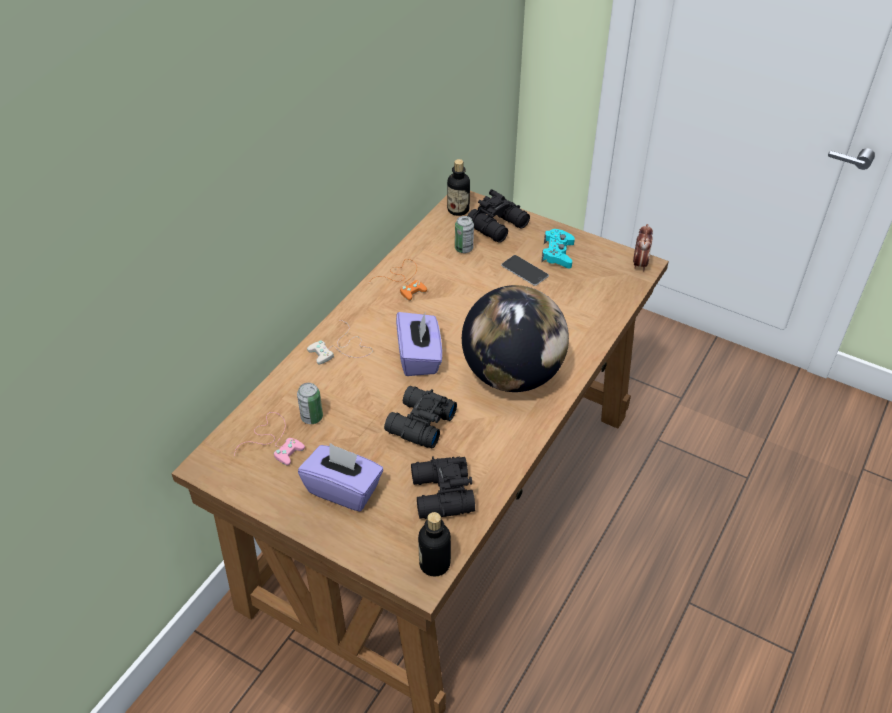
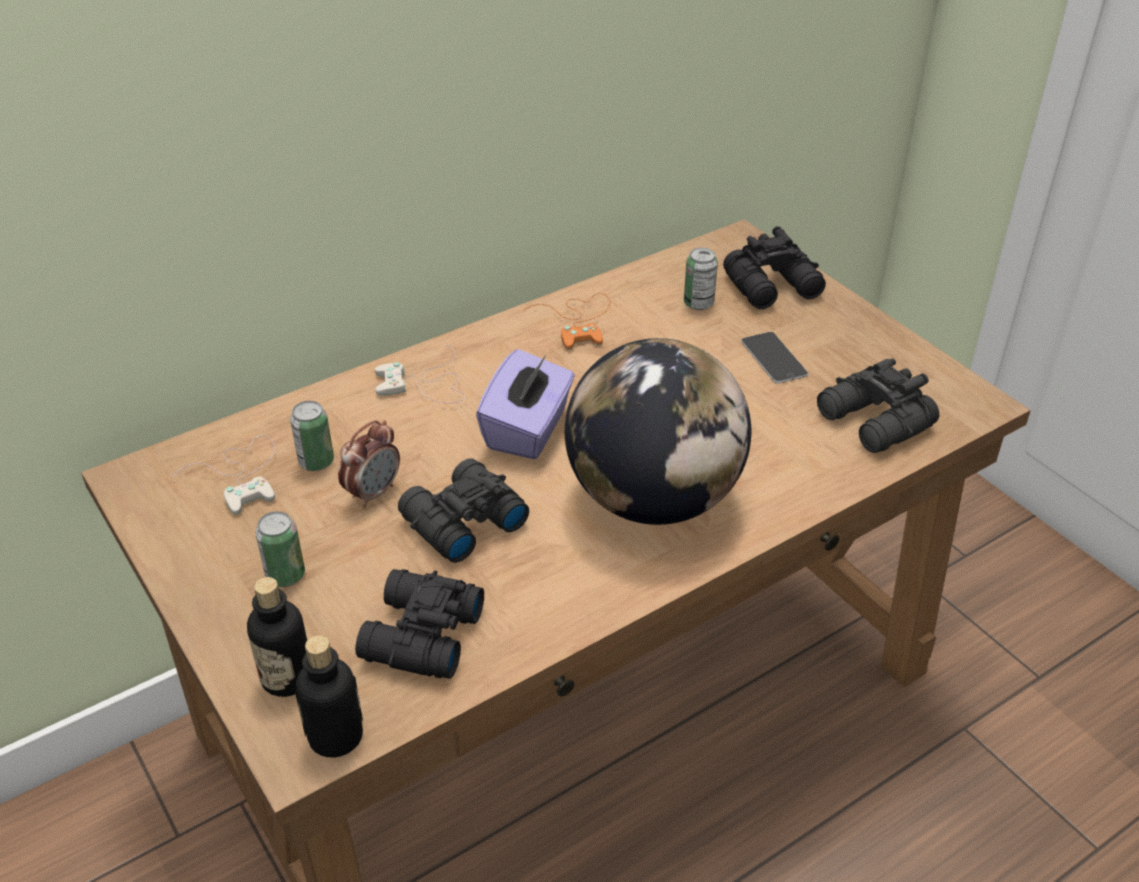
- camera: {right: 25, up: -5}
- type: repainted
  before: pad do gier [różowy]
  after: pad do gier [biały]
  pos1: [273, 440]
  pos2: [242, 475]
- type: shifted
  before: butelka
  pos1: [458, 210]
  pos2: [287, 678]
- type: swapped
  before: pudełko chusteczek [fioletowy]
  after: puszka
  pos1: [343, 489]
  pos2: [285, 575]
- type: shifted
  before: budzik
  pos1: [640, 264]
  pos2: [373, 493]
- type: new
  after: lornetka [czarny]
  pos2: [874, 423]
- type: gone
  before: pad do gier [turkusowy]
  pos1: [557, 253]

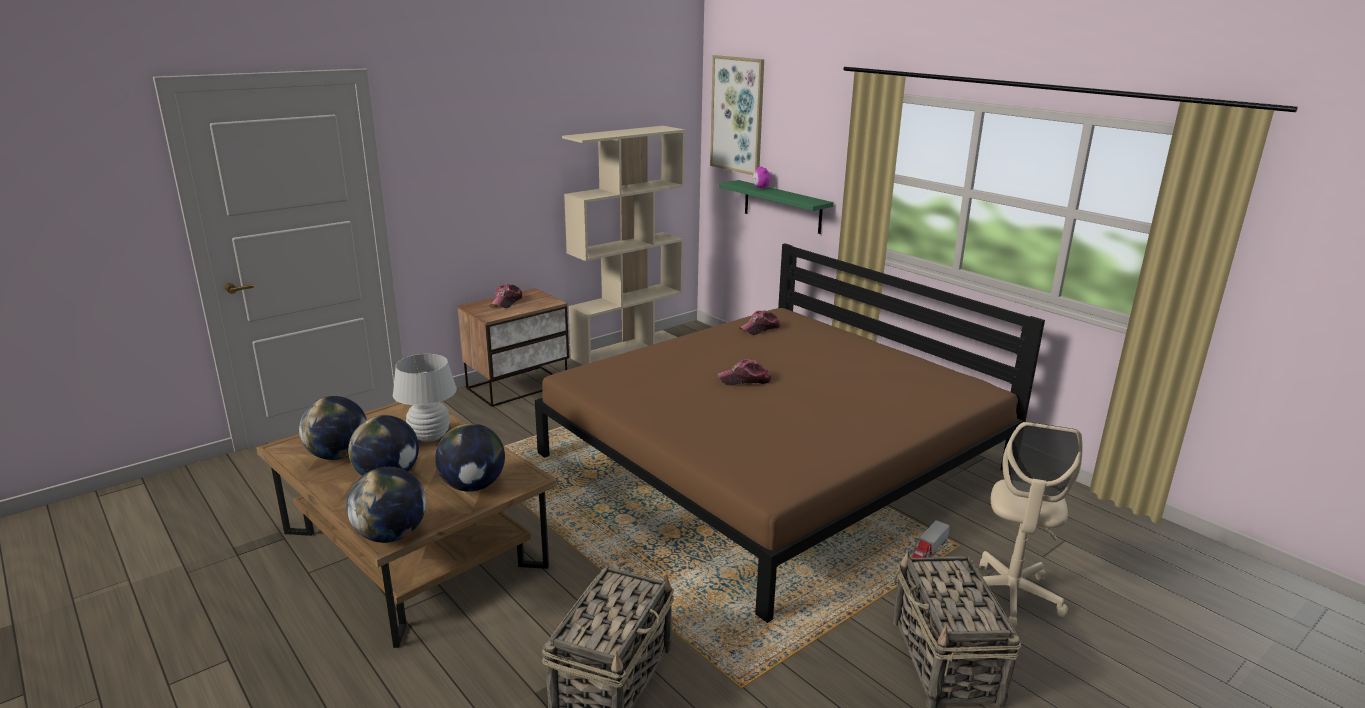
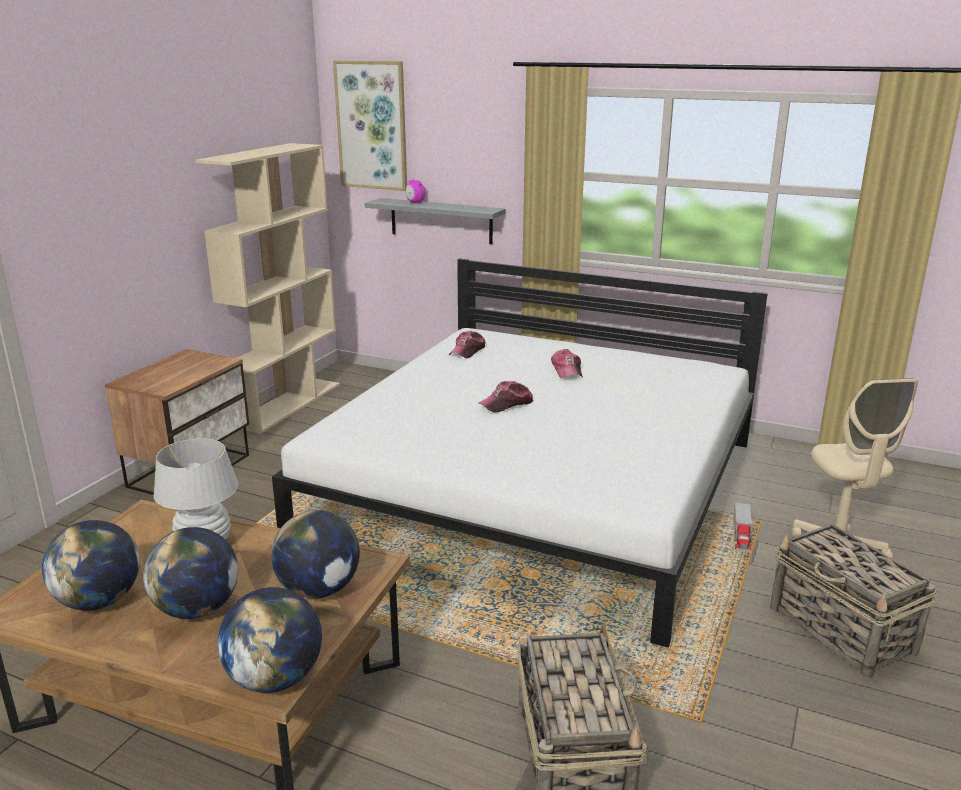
- camera: {right: -25, up: 0}
- type: repainted
  before: łóżko [brązowy]
  after: łóżko [biały]
  pos1: [774, 463]
  pos2: [538, 487]
- type: repainted
  before: półka [zielony]
  after: półka [szary]
  pos1: [782, 206]
  pos2: [441, 221]
- type: shifted
  before: czapka z daszkiem
  pos1: [506, 302]
  pos2: [567, 370]

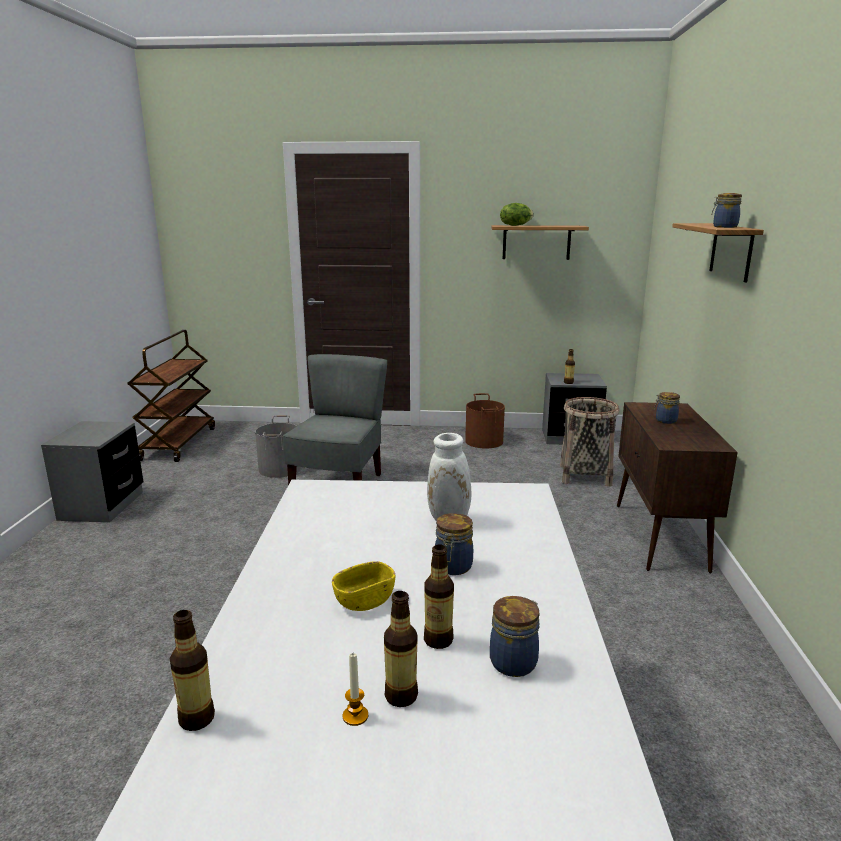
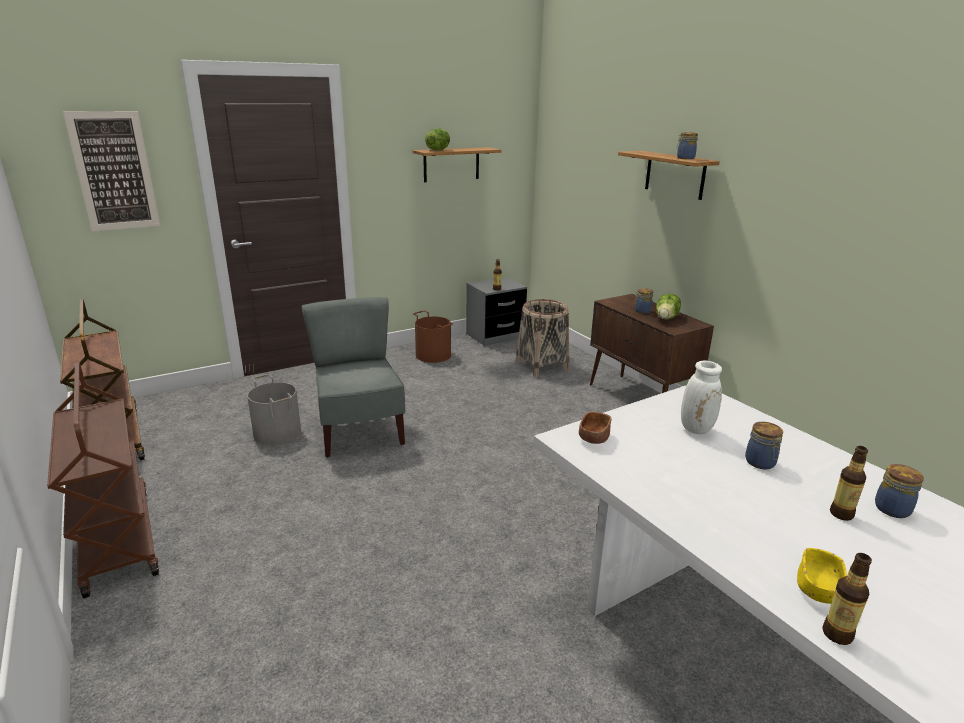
- camera: {right: -35, up: 5}
- type: swapped
  before: szafka nocna [szary]
  after: wózek [brązowy]
  pos1: [102, 506]
  pos2: [117, 539]
- type: new
  after: obraz
  pos2: [114, 171]
- type: new
  after: miska [brązowy]
  pos2: [594, 437]
- type: new
  after: sałata
  pos2: [666, 318]
- type: shifted
  before: miska [żółty]
  pos1: [364, 601]
  pos2: [818, 589]
- type: gone
  before: świeca
  pos1: [355, 716]
- type: gone
  before: butelka
  pos1: [401, 696]

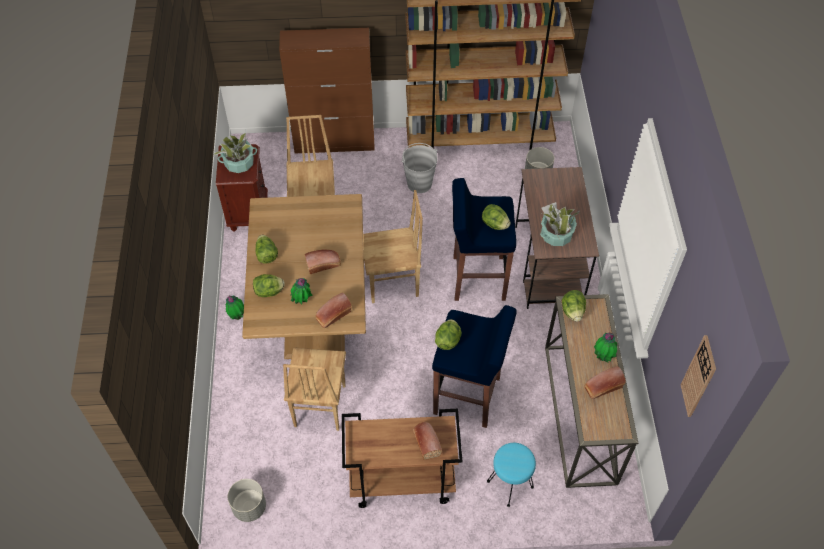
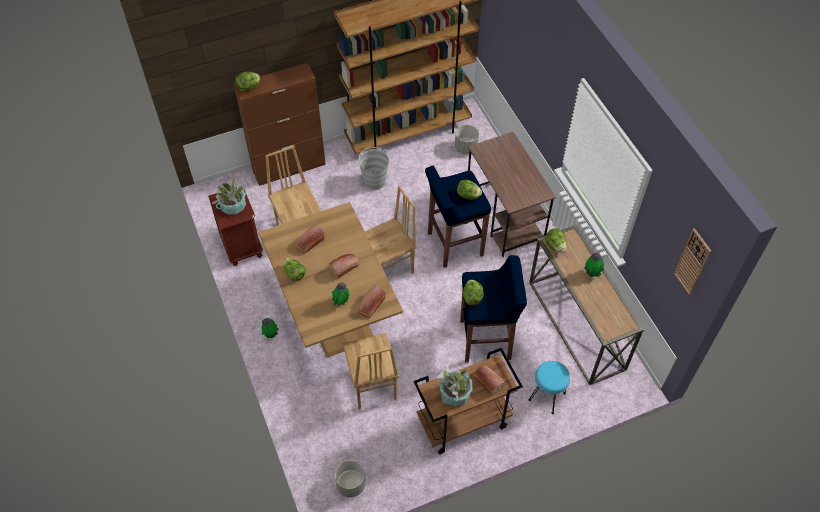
- camera: {right: -20, up: 0}
- type: shifted
  before: sałata
  pos1: [269, 292]
  pos2: [249, 87]
- type: shifted
  before: chleb
  pos1: [602, 387]
  pos2: [309, 243]
- type: shifted
  before: roślina doniczkowa
  pos1: [556, 235]
  pos2: [455, 393]

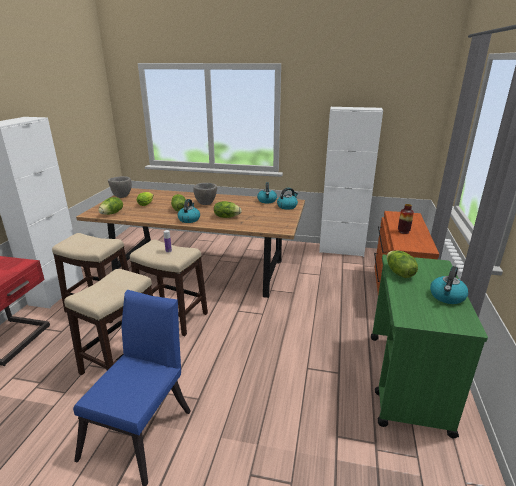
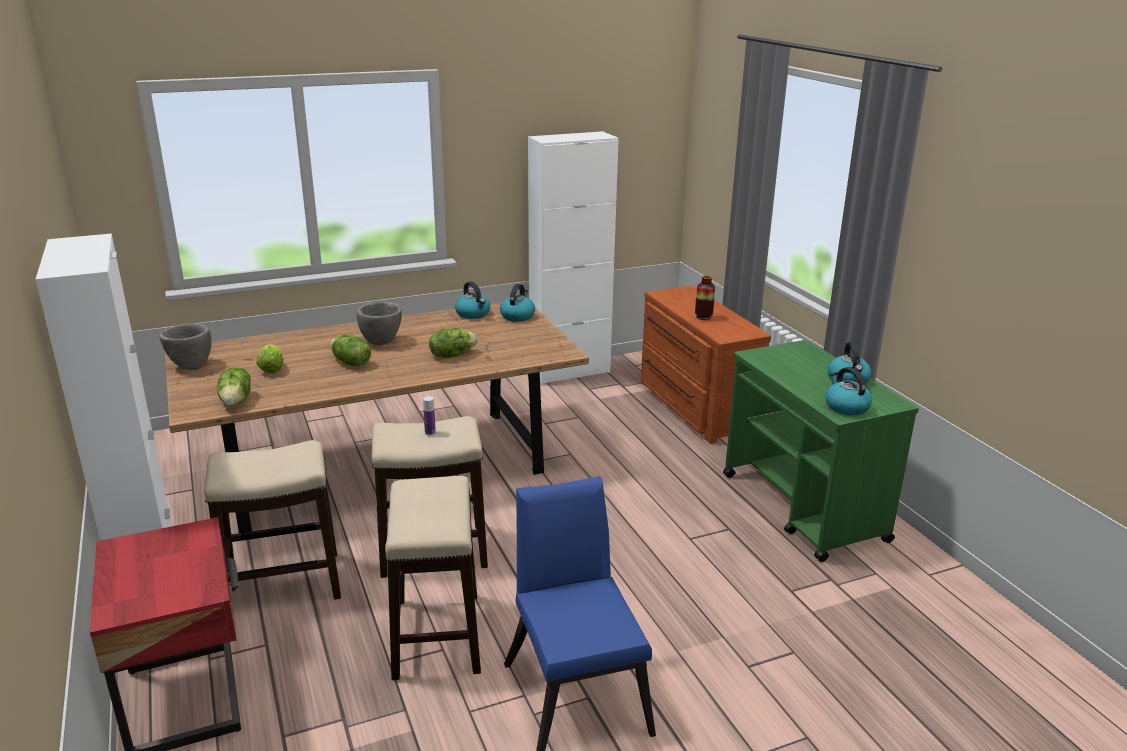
- camera: {right: -35, up: 0}
- type: shifted
  before: czajnik
  pos1: [189, 219]
  pos2: [846, 407]
- type: gone
  before: sałata
  pos1: [399, 273]

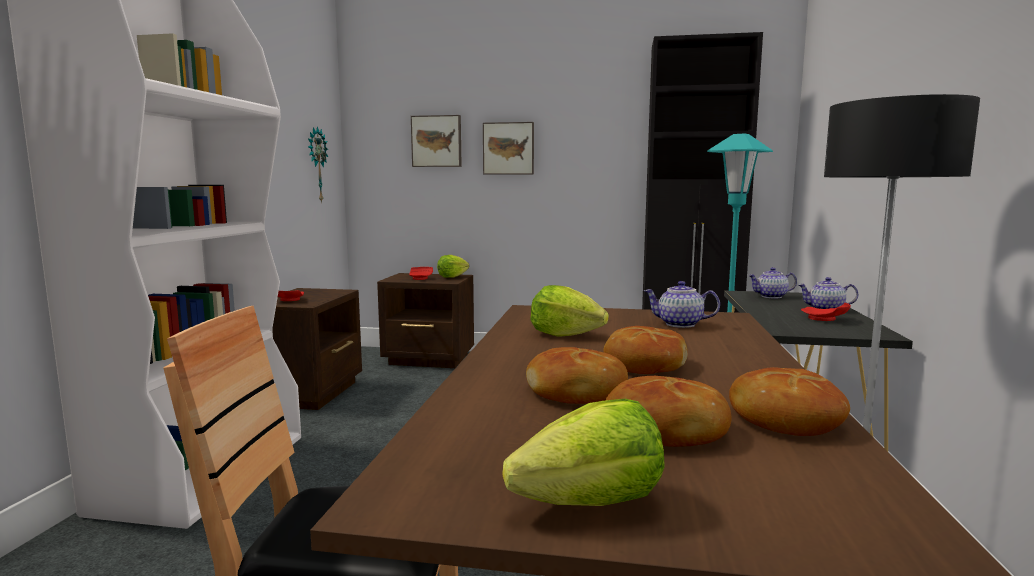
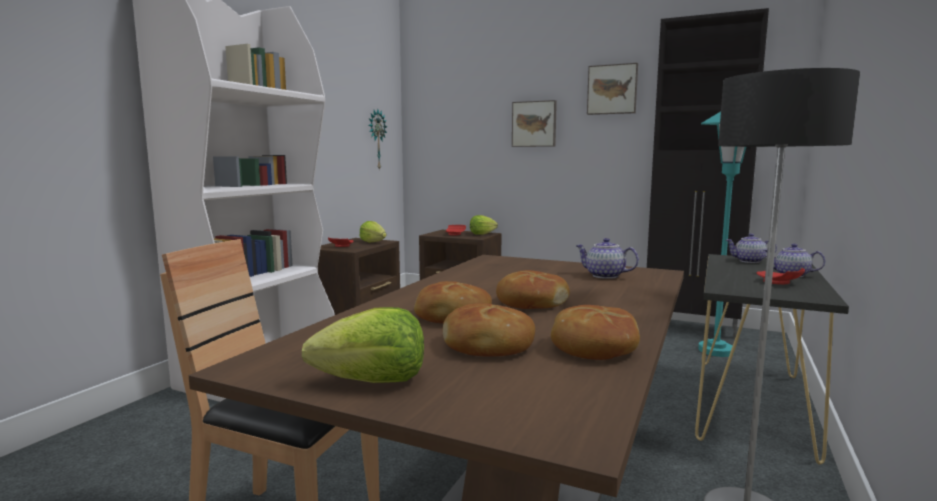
- camera: {right: 15, up: 0}
- type: shifted
  before: sałata
  pos1: [565, 334]
  pos2: [373, 242]
- type: shifted
  before: obraz
  pos1: [437, 141]
  pos2: [612, 89]

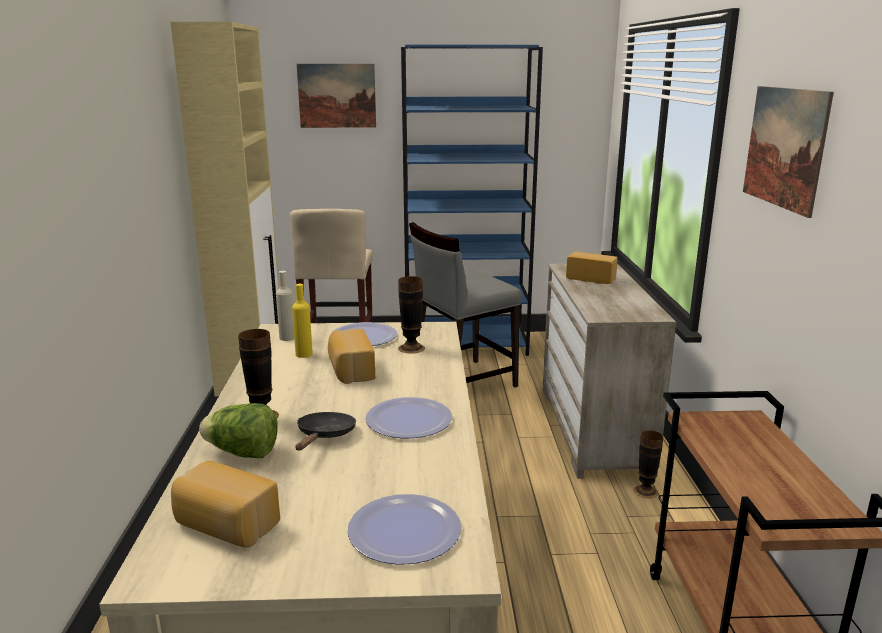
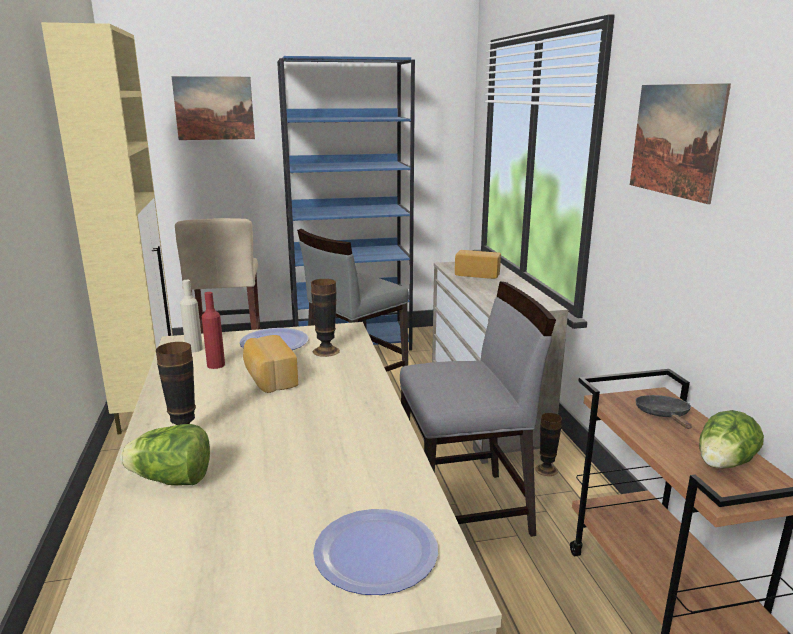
- camera: {right: -10, up: 0}
- type: repainted
  before: butelka [żółty]
  after: butelka [czerwony]
  pos1: [304, 354]
  pos2: [216, 365]
- type: new
  after: krzesło [szary]
  pos2: [465, 510]
- type: shifted
  before: patelnia [czarny]
  pos1: [324, 436]
  pos2: [663, 416]
- type: new
  after: sałata
  pos2: [723, 464]
- type: gone
  before: chleb
  pos1: [225, 525]
- type: gone
  before: talerz
  pos1: [408, 420]

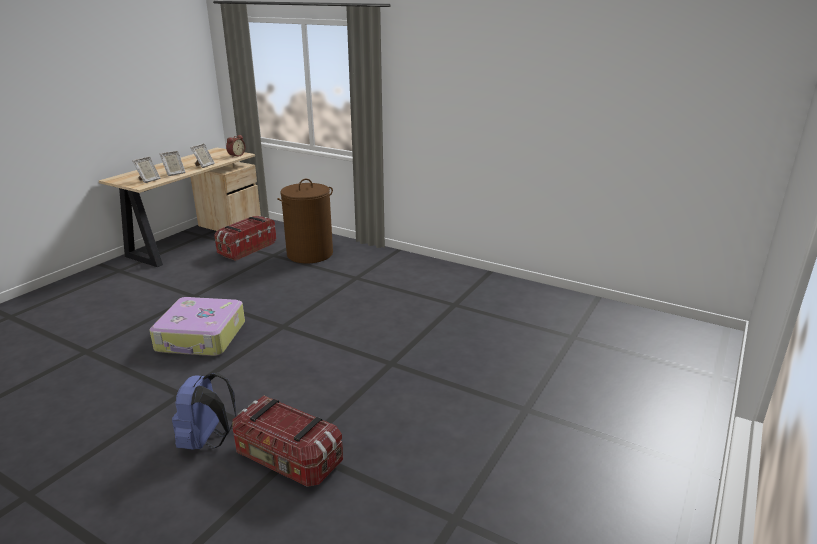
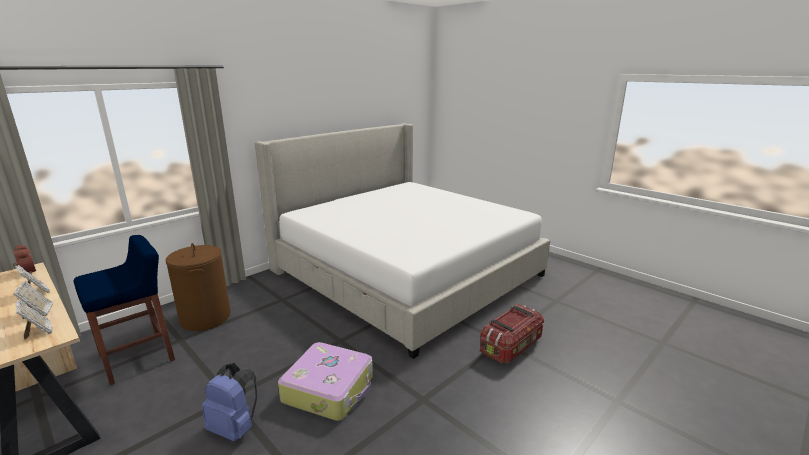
- camera: {right: -75, up: -5}
- type: swapped
  before: pojemnik do przechowywania
  after: stołek [niebieski]
  pos1: [246, 249]
  pos2: [139, 358]
- type: shifted
  before: plecak [niebieski]
  pos1: [207, 441]
  pos2: [235, 428]
- type: new
  after: łóżko
  pos2: [406, 273]

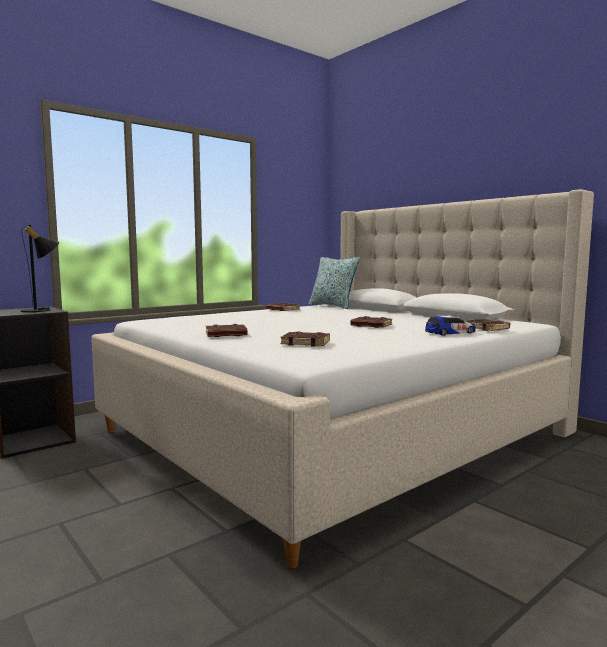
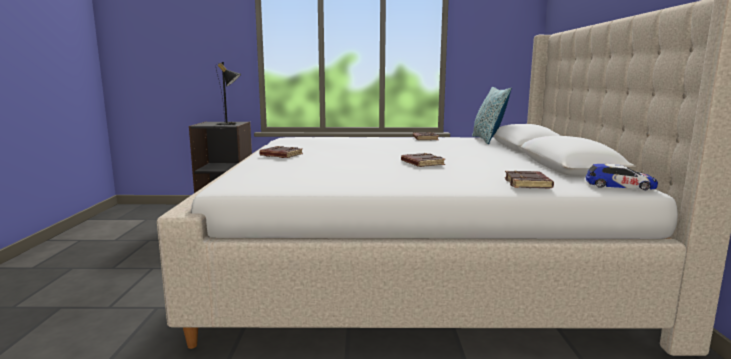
- camera: {right: 40, up: 5}
- type: shifted
  before: samochodzik
  pos1: [450, 332]
  pos2: [620, 185]
- type: gone
  before: książka [brązowy]
  pos1: [306, 343]

